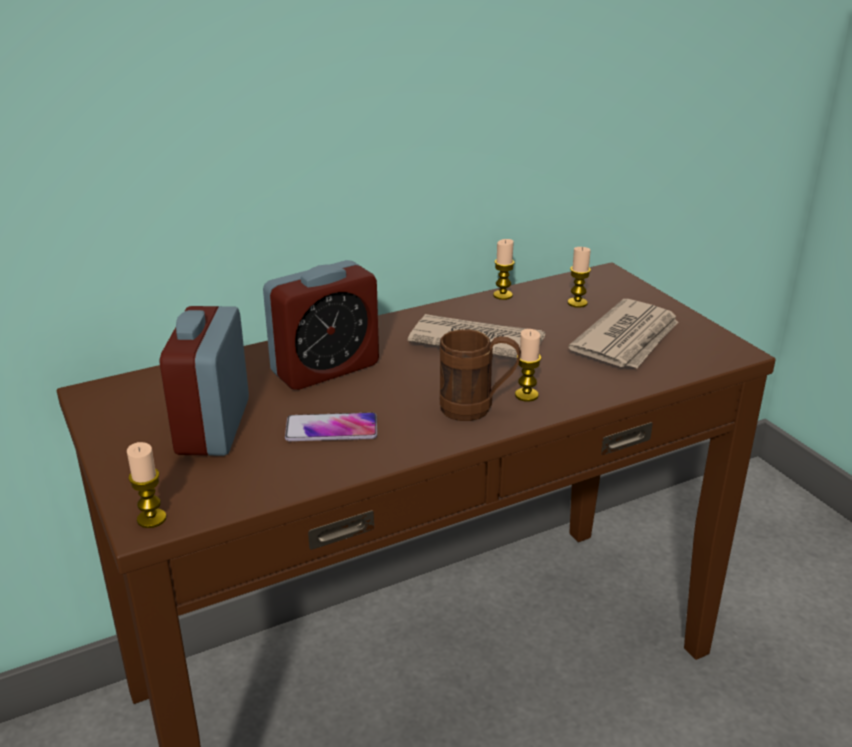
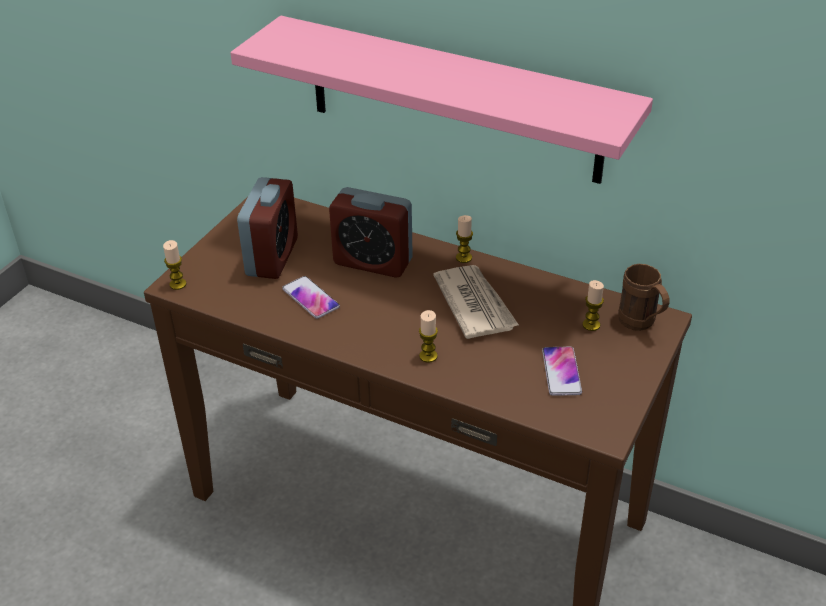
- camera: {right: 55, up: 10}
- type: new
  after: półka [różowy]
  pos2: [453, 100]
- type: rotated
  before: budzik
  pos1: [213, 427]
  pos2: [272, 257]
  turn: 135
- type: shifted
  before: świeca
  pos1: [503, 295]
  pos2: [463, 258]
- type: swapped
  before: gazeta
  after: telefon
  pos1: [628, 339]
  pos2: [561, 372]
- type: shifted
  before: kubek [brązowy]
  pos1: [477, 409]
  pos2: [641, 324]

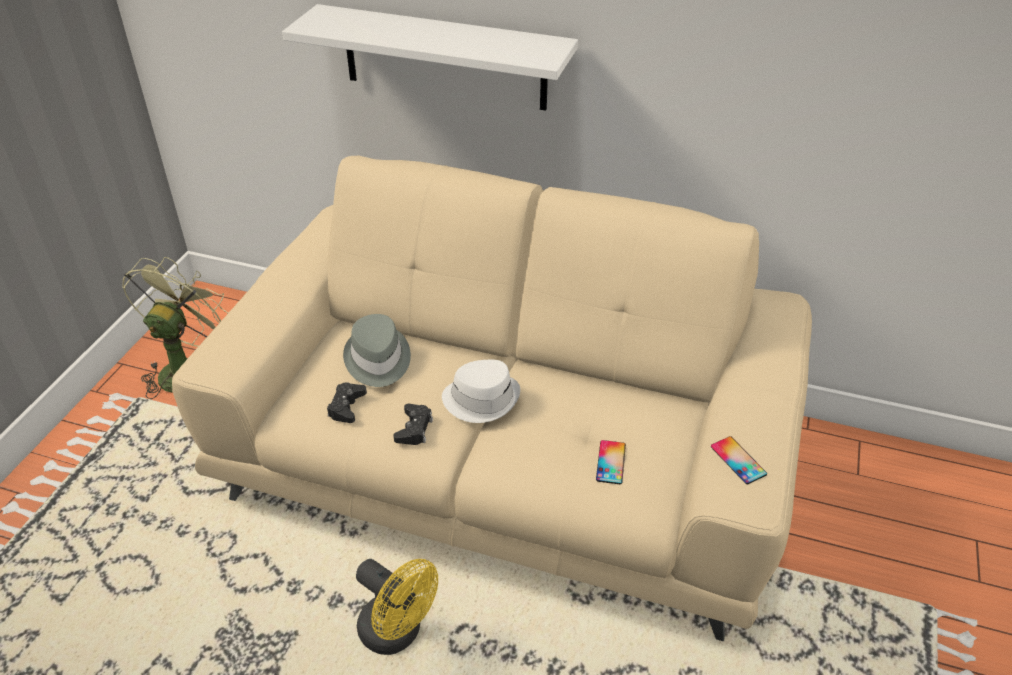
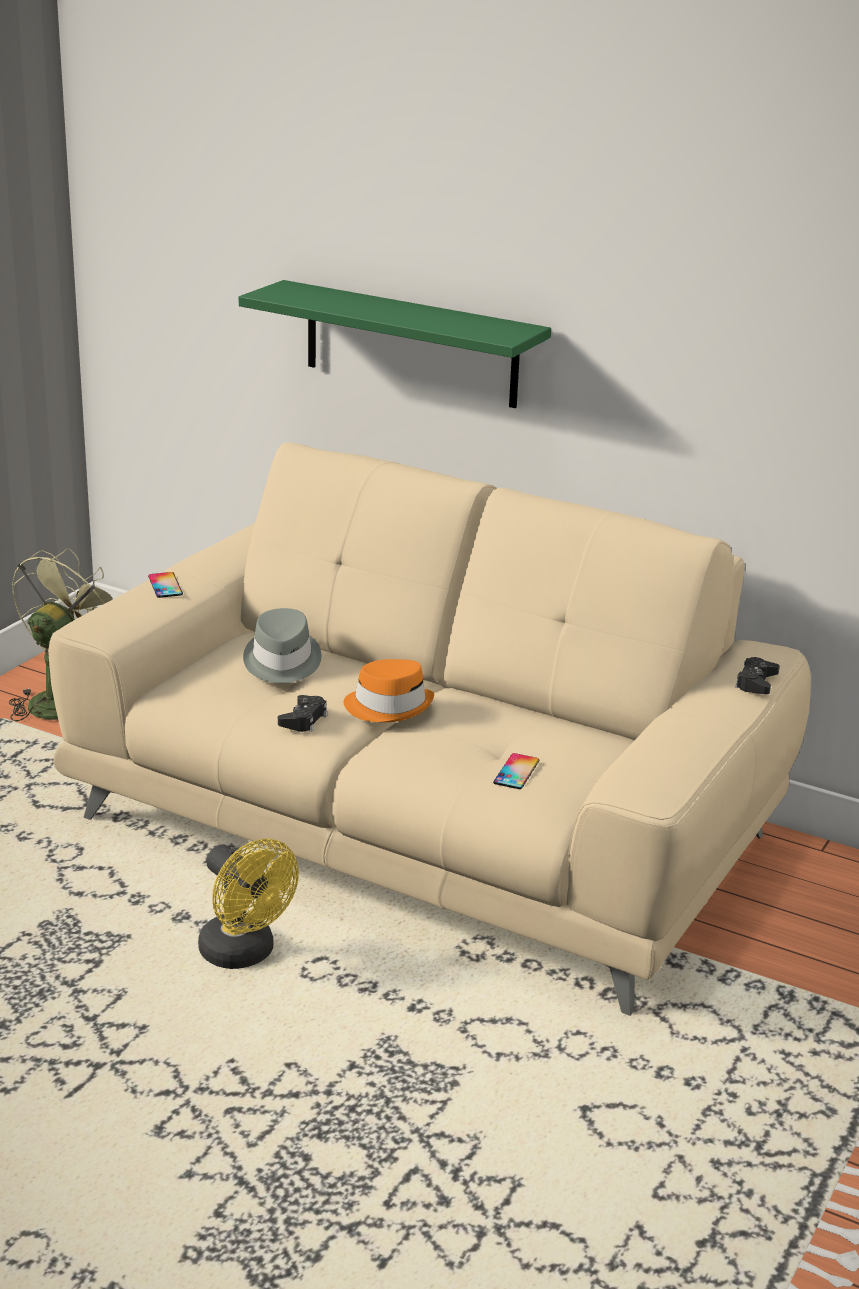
- camera: {right: 10, up: -15}
- type: shifted
  before: telefon
  pos1: [738, 460]
  pos2: [165, 585]
- type: repainted
  before: półka [biały]
  after: półka [zielony]
  pos1: [444, 58]
  pos2: [411, 344]
- type: repainted
  before: kapelusz [biały]
  after: kapelusz [pomarańczowy]
  pos1: [481, 399]
  pos2: [389, 706]
- type: shifted
  before: pad do gier [czarny]
  pos1: [347, 407]
  pos2: [756, 683]

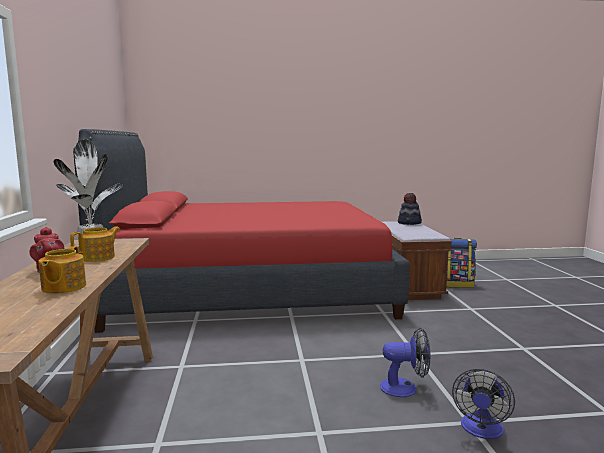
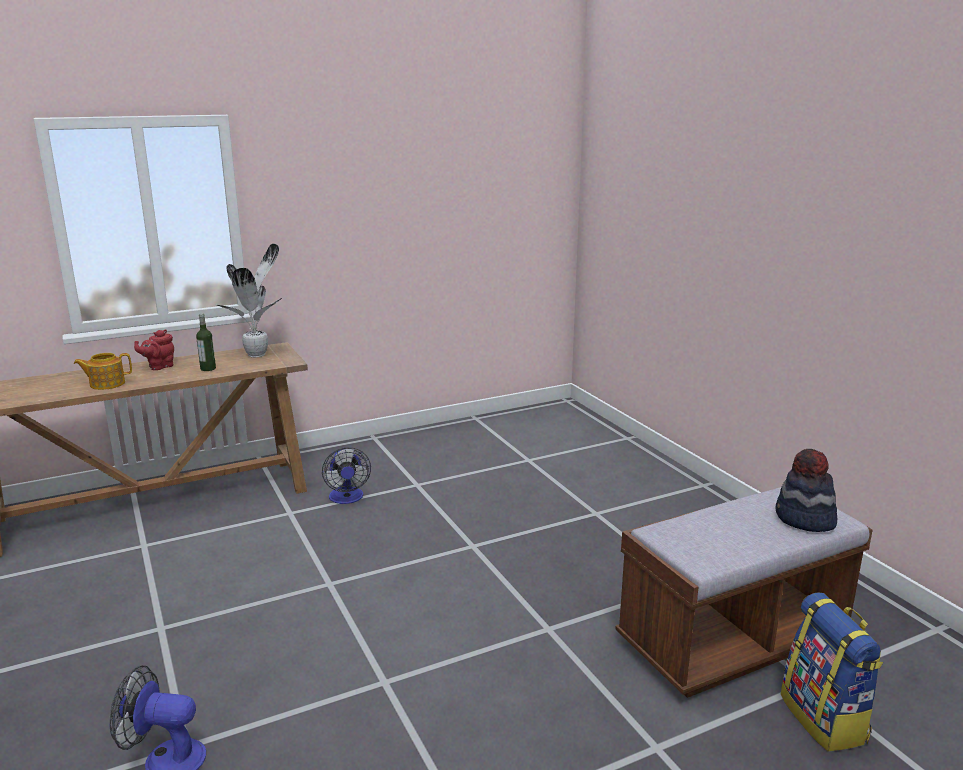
- camera: {right: 70, up: 10}
- type: swapped
  before: imbryk
  after: butelka
  pos1: [98, 257]
  pos2: [208, 368]
- type: shifted
  before: wentylator
  pos1: [405, 388]
  pos2: [347, 498]
- type: gone
  before: łóżko [czerwony]
  pos1: [251, 291]

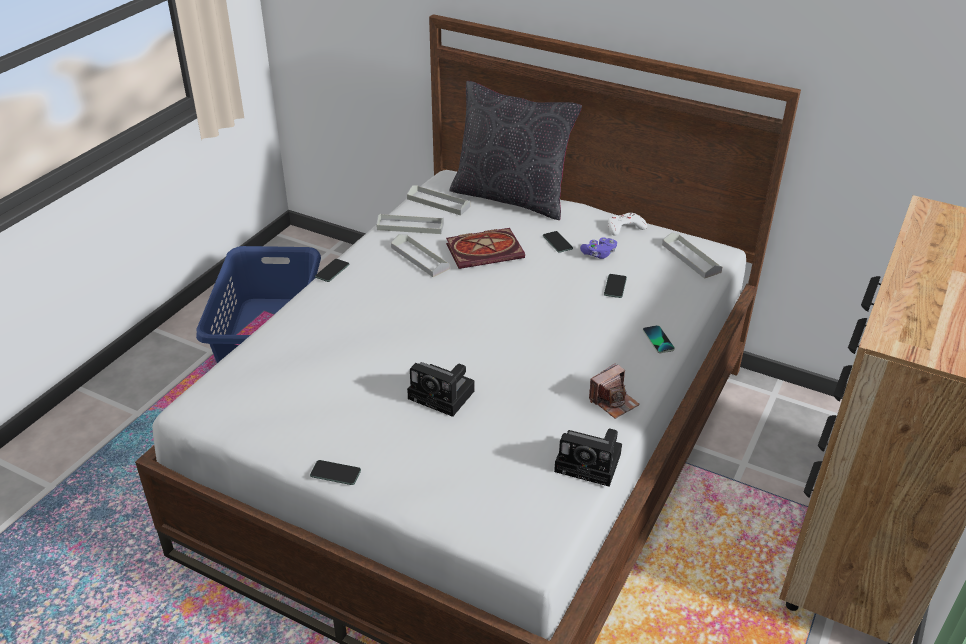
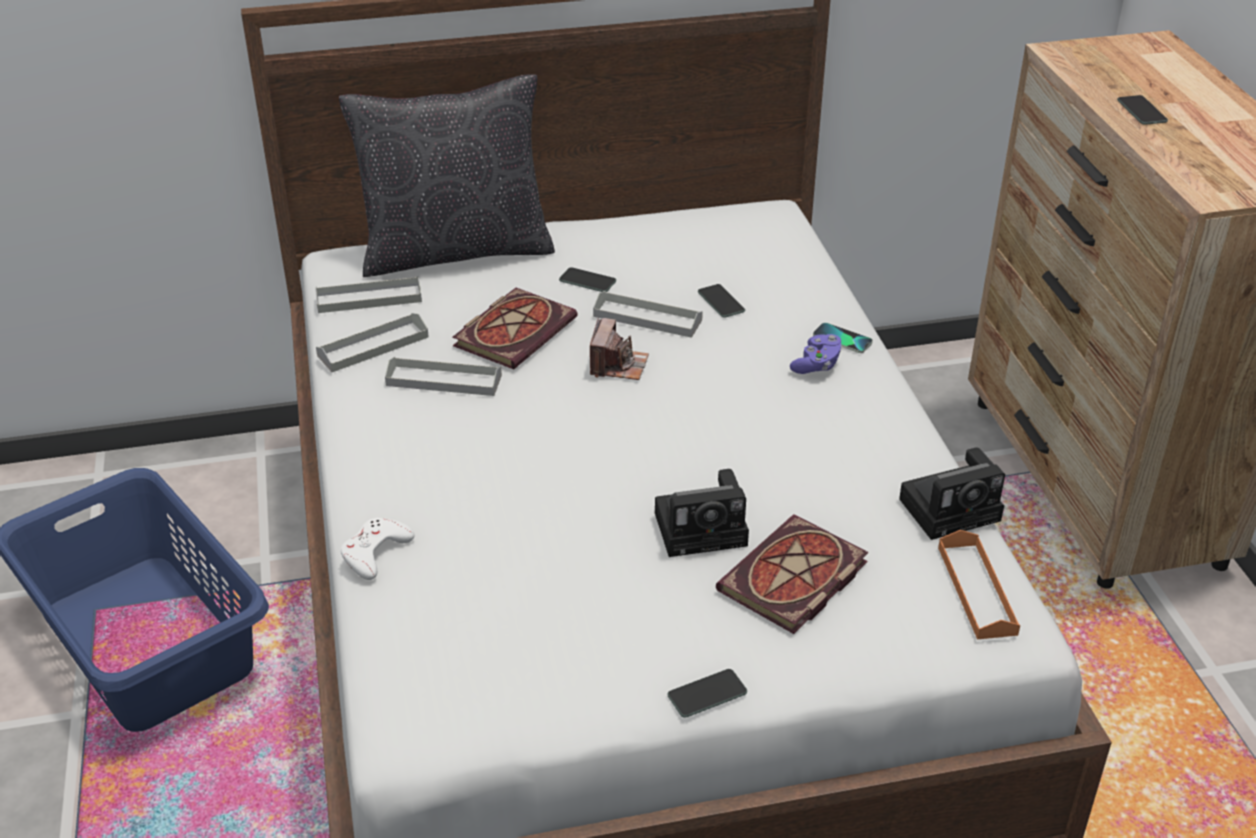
- camera: {right: -40, up: 0}
- type: shifted
  before: pad do gier [biały]
  pos1: [624, 227]
  pos2: [375, 552]
- type: shifted
  before: aparat fotograficzny
  pos1: [613, 402]
  pos2: [618, 365]
- type: shifted
  before: taca [szary]
  pos1: [691, 258]
  pos2: [647, 318]
- type: new
  after: książka
  pos2: [793, 581]
- type: shifted
  before: pad do gier [fioletowy]
  pos1: [599, 254]
  pos2: [817, 365]
- type: new
  after: taca [pomarańczowy]
  pos2: [976, 590]
- type: shifted
  before: telefon
  pos1: [332, 271]
  pos2: [1141, 111]

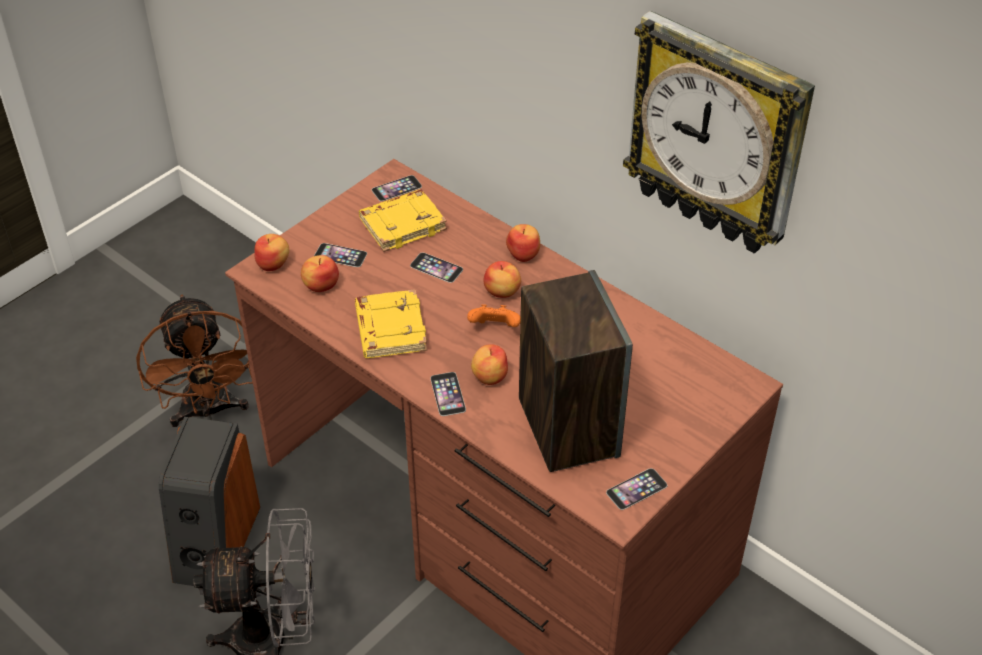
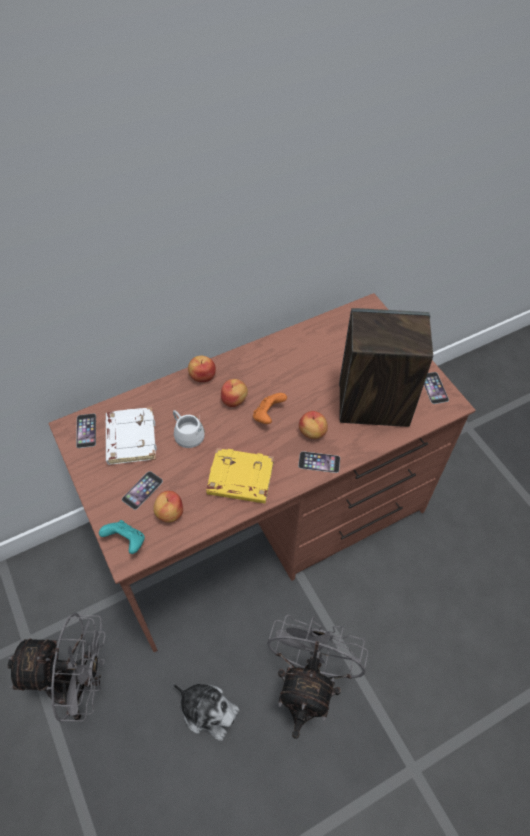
- camera: {right: -70, up: 10}
- type: repainted
  before: wentylator [brązowy]
  after: wentylator [szary]
  pos1: [209, 411]
  pos2: [78, 685]
- type: swapped
  before: jabłko
  after: pad do gier [turkusowy]
  pos1: [273, 264]
  pos2: [126, 541]
- type: repainted
  before: książka [żółty]
  after: książka [biały]
  pos1: [403, 224]
  pos2: [130, 438]
- type: swapped
  before: telefon
  after: kubek [biały]
  pos1: [436, 267]
  pos2: [189, 431]
- type: swapped
  before: głośnik
  after: pluszak
  pos1: [215, 542]
  pos2: [208, 710]
- type: gone
  before: zegar ścienny
  pos1: [717, 135]

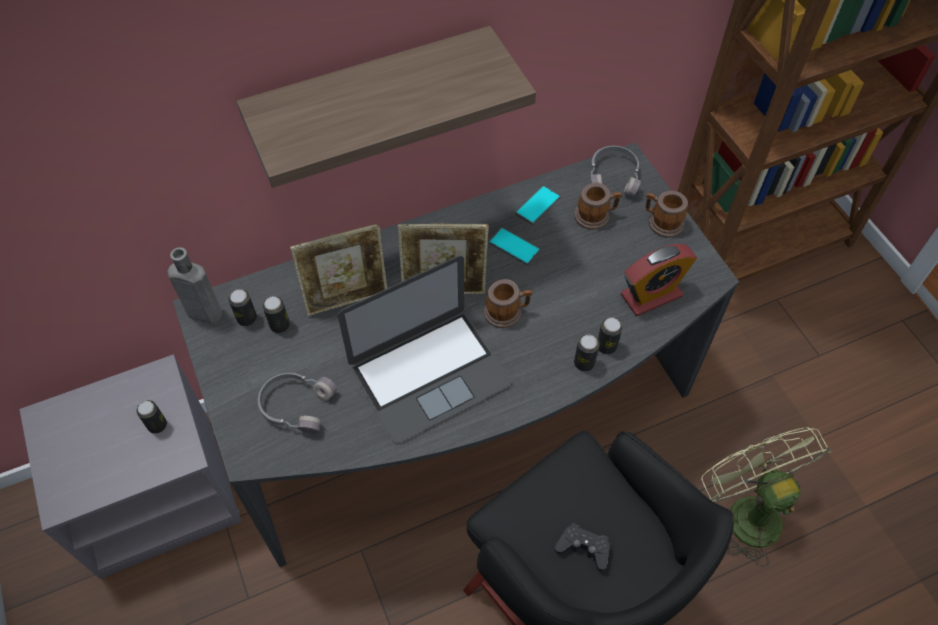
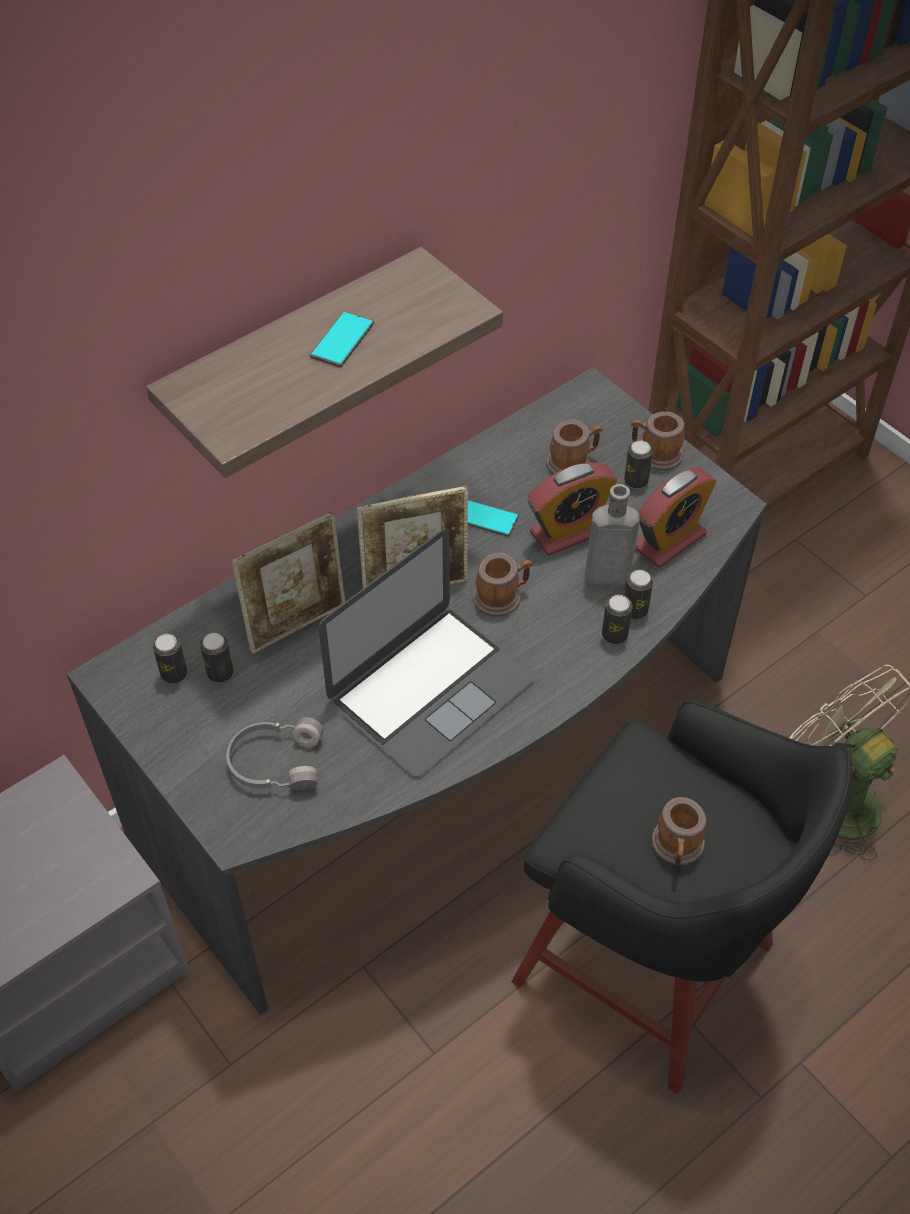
- camera: {right: -15, up: -5}
- type: shifted
  before: telefon
  pos1: [537, 206]
  pos2: [342, 340]
- type: new
  after: budzik
  pos2: [568, 532]
- type: shifted
  before: butelka [szary]
  pos1: [202, 312]
  pos2: [604, 576]
- type: shifted
  before: puszka
  pos1: [157, 425]
  pos2: [636, 480]
- type: swapped
  before: pad do gier [czarny]
  after: kubek
  pos1: [583, 548]
  pos2: [677, 848]
- type: gone
  before: słuchawki [szary]
  pos1: [614, 176]

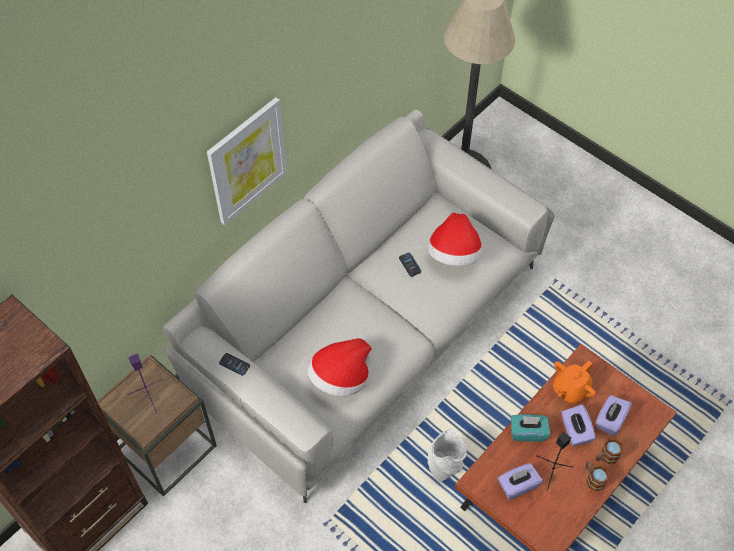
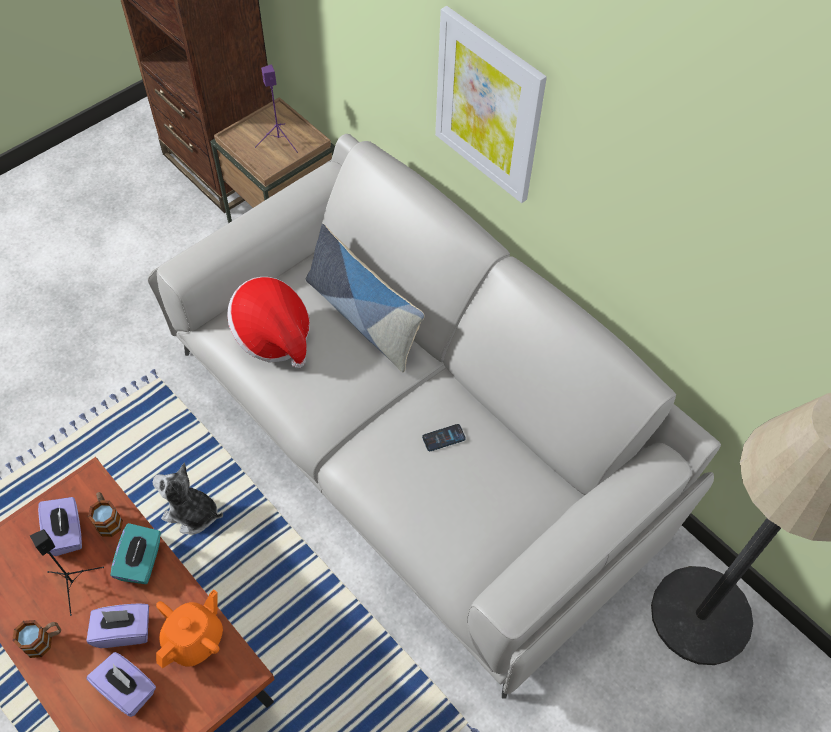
- camera: {right: 95, up: 0}
- type: shifted
  before: kubek
  pos1: [606, 457]
  pos2: [108, 519]
- type: swapped
  before: wazon [szary]
  after: pluszak
  pos1: [445, 466]
  pos2: [192, 513]
- type: rotated
  before: imbryk [pomarańczowy]
  pos1: [570, 389]
  pos2: [194, 639]
  turn: 75
- type: new
  after: poduszka
  pos2: [363, 318]
- type: gone
  before: telefon
  pos1: [234, 364]
- type: gone
  before: kapelusz
  pos1: [454, 254]

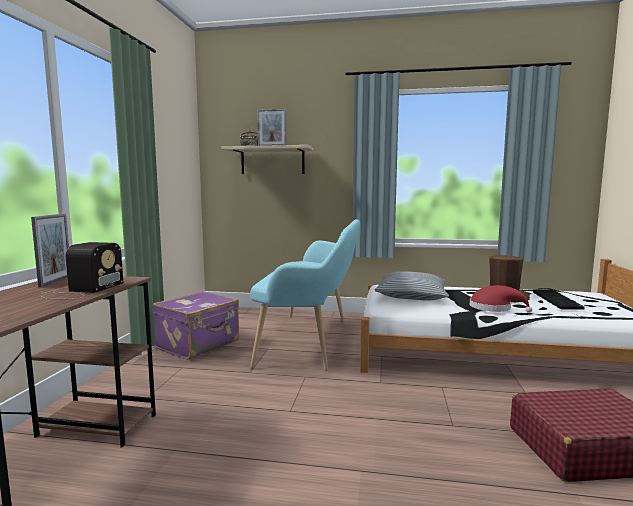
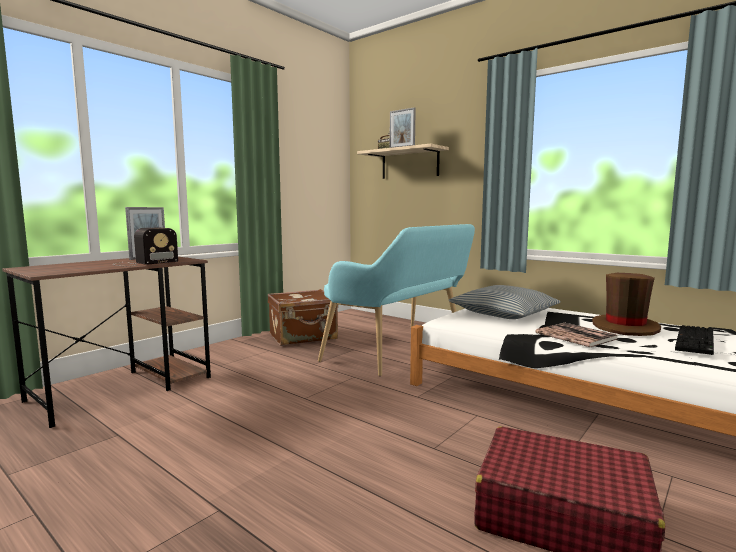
- camera: {right: 30, up: 0}
- type: repainted
  before: walizka [fioletowy]
  after: walizka [brązowy]
  pos1: [198, 344]
  pos2: [303, 337]
- type: swapped
  before: kapelusz [czerwony]
  after: książka
  pos1: [494, 308]
  pos2: [575, 336]

